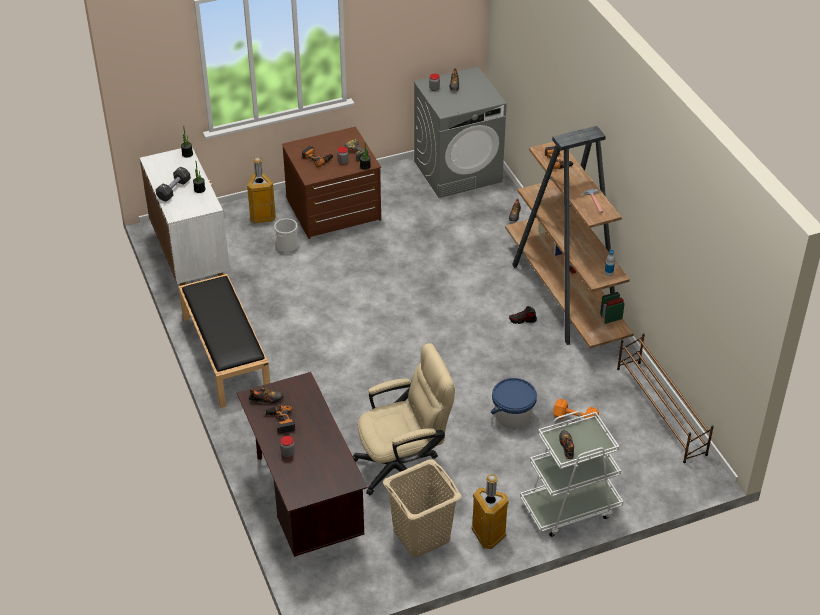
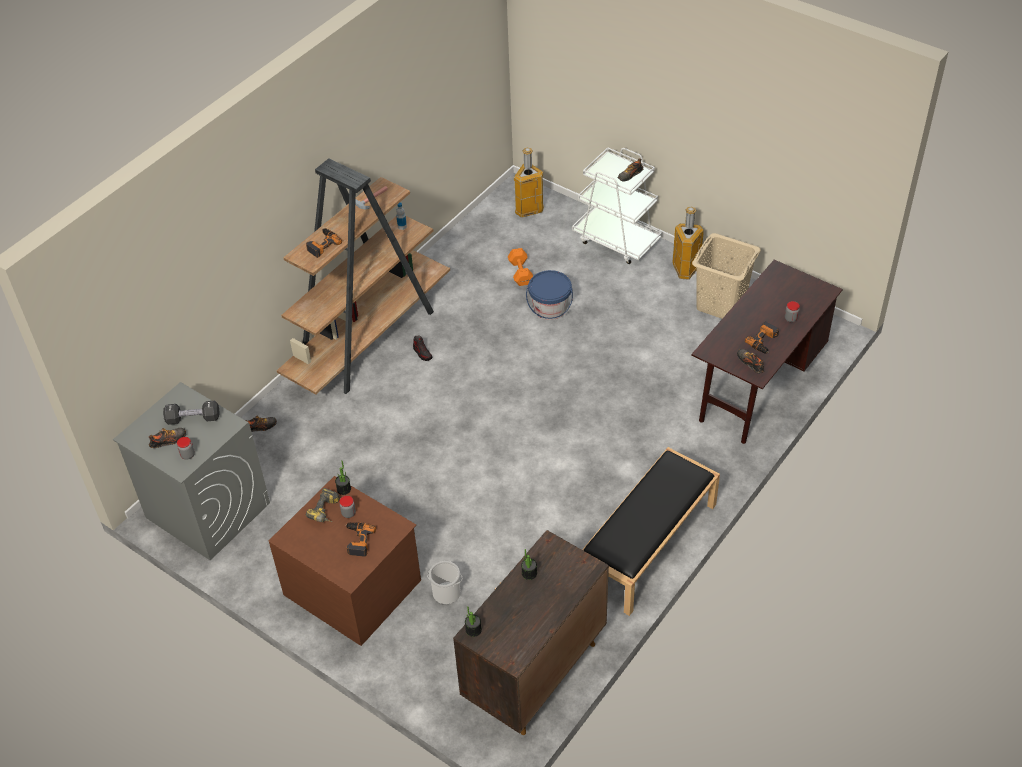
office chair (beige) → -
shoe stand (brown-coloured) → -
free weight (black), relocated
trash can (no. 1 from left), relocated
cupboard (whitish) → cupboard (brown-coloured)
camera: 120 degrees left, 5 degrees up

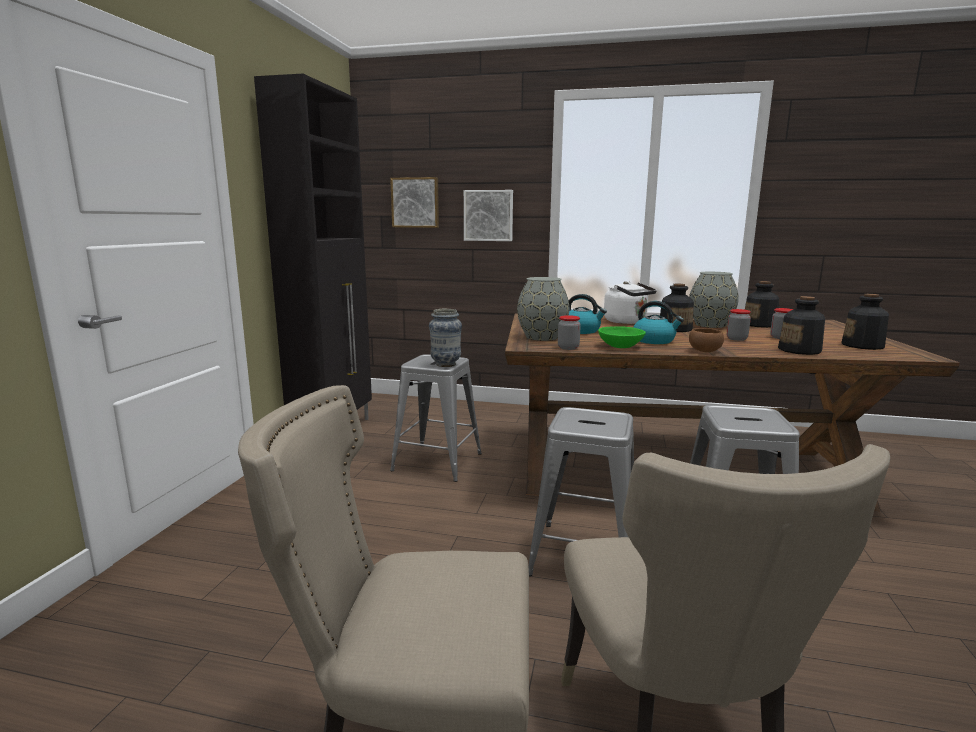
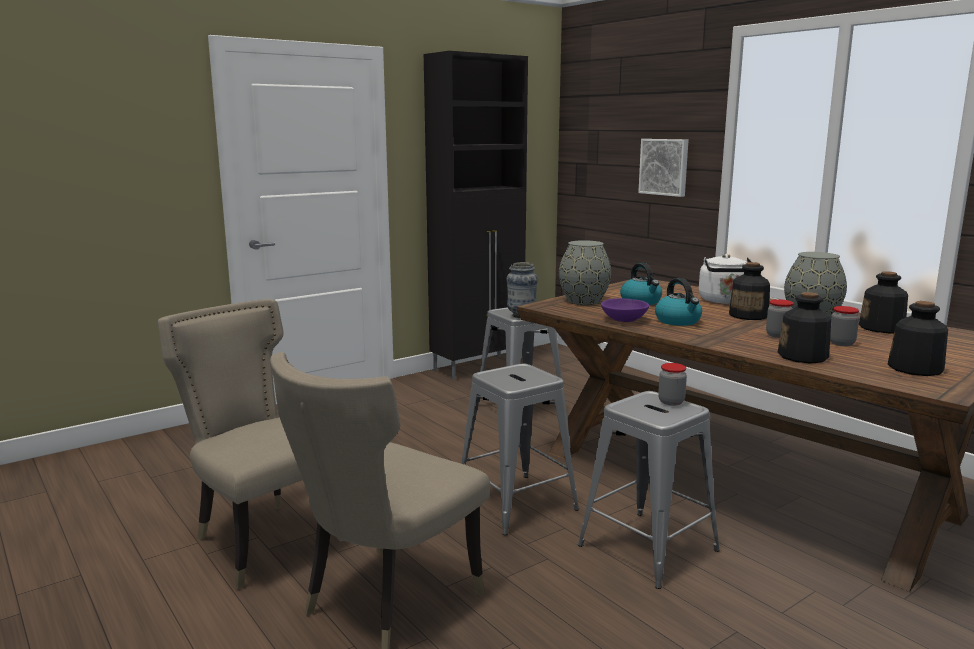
wall art (no. 1 from left) → -
bowl (brown-coloured) → -
jar (no. 1 from left), relocated
bowl (greenish) → bowl (purplish)
camera: 40 degrees right, 0 degrees up

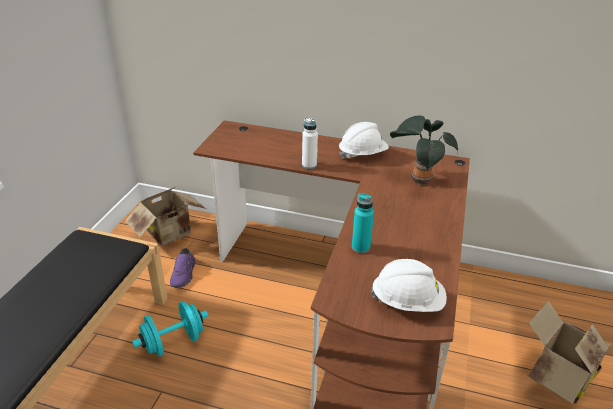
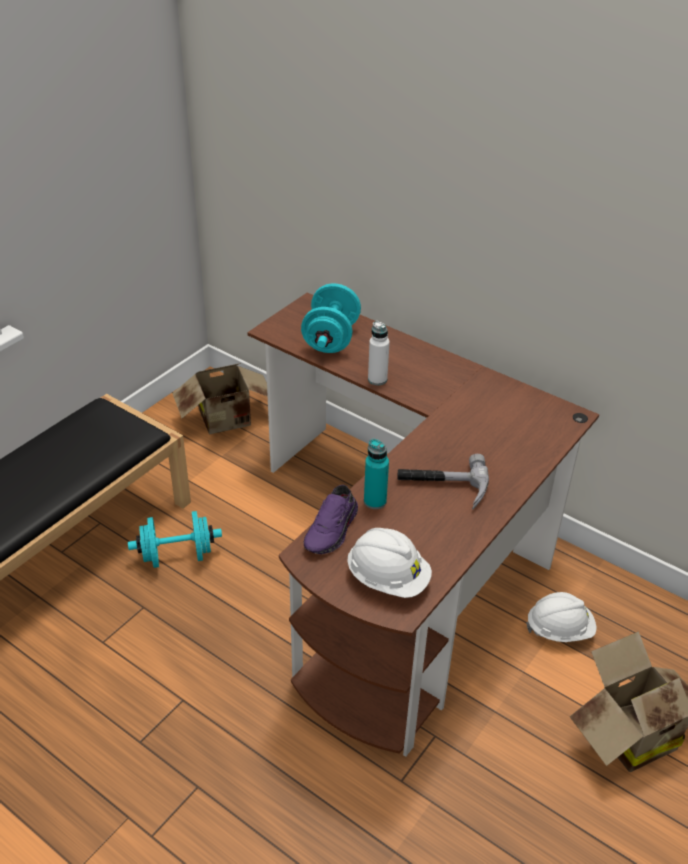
plant in a pot → -
- → free weight (turquoise) (no. 2 from left)
- → hammer
shoe (purplish), relocated
work helmet (whitish) (no. 1 from left in the first image) → work helmet (whitish) (no. 2 from left), relocated
camera: 20 degrees right, 5 degrees up

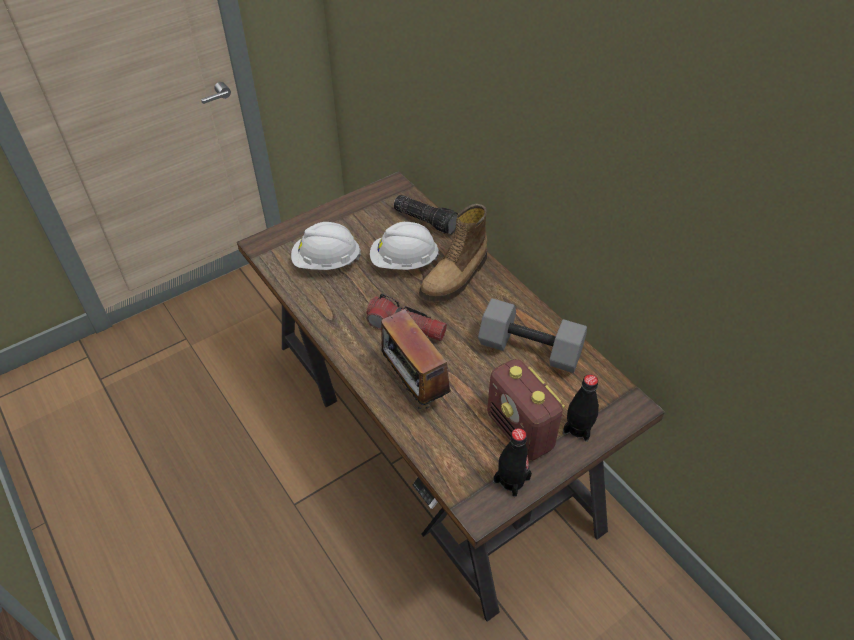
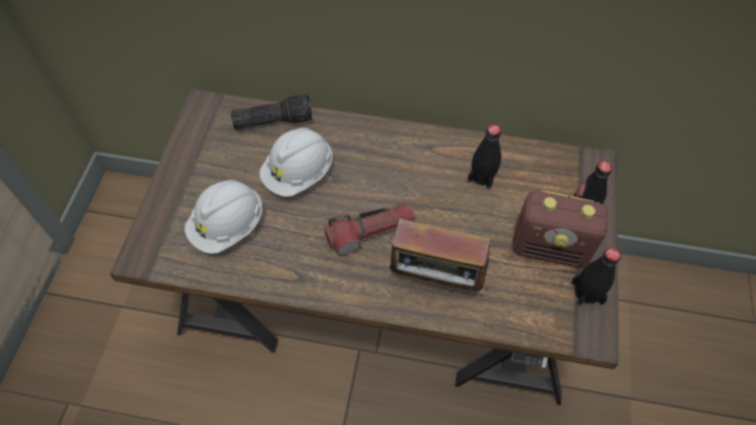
boot → -
free weight (greyish) → drink bottle (black) (no. 1 from left)
camera: 45 degrees left, 10 degrees up

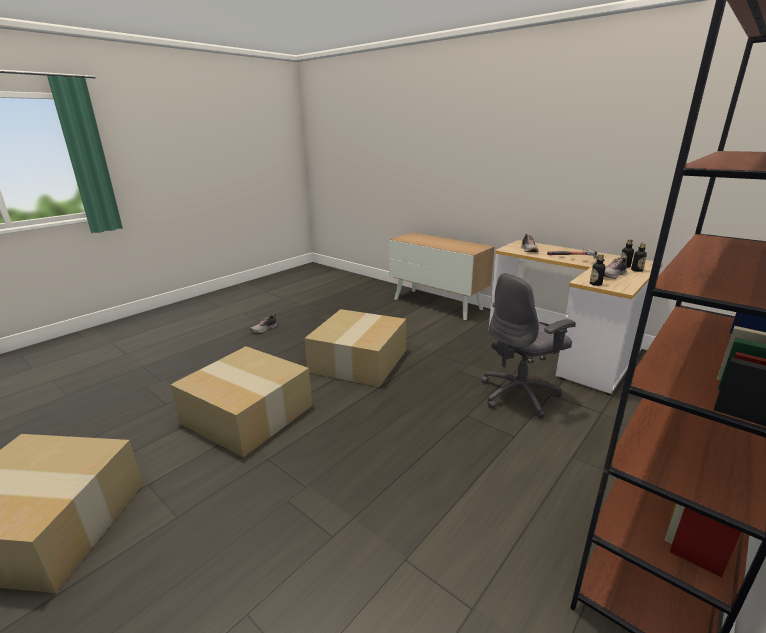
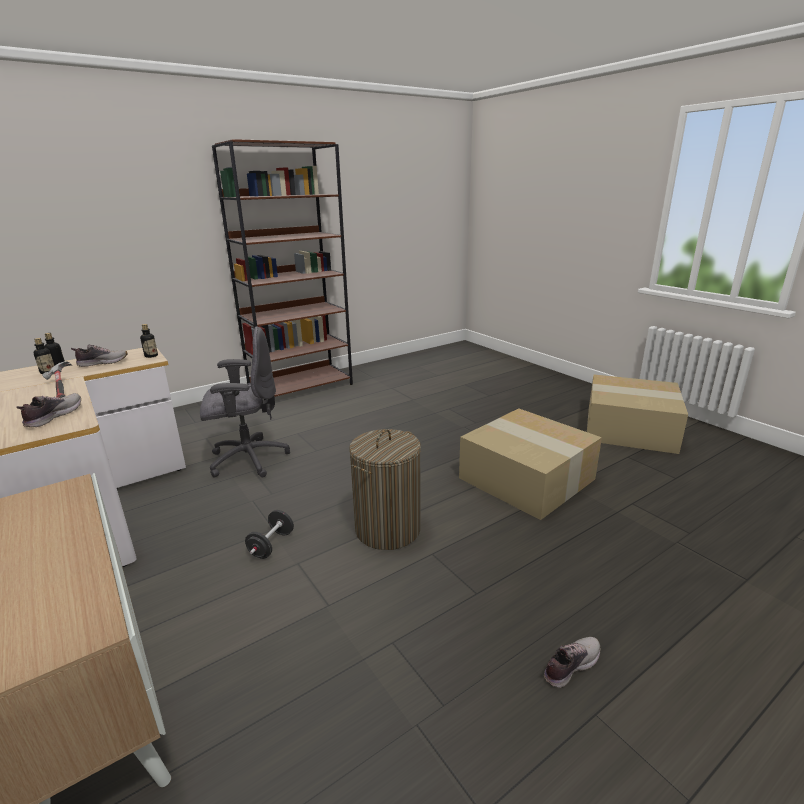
- → free weight (black)
carton (no. 3 from left) → washing basket
camera: 165 degrees left, 0 degrees up

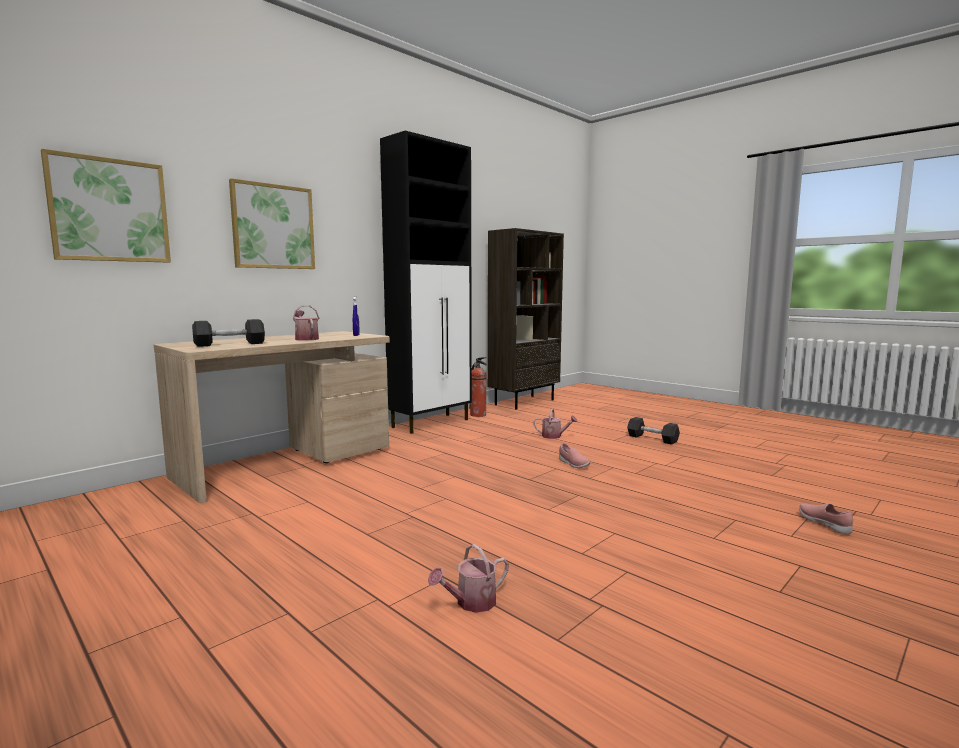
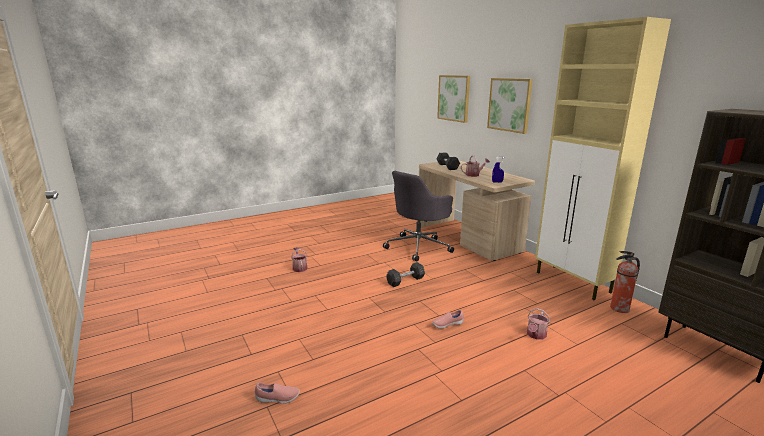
- → office chair (greyish)
free weight (greyish) (no. 2 from left in the first image) → free weight (greyish) (no. 1 from left), relocated
cupboard (black) → cupboard (beige)
camera: 105 degrees right, 10 degrees up

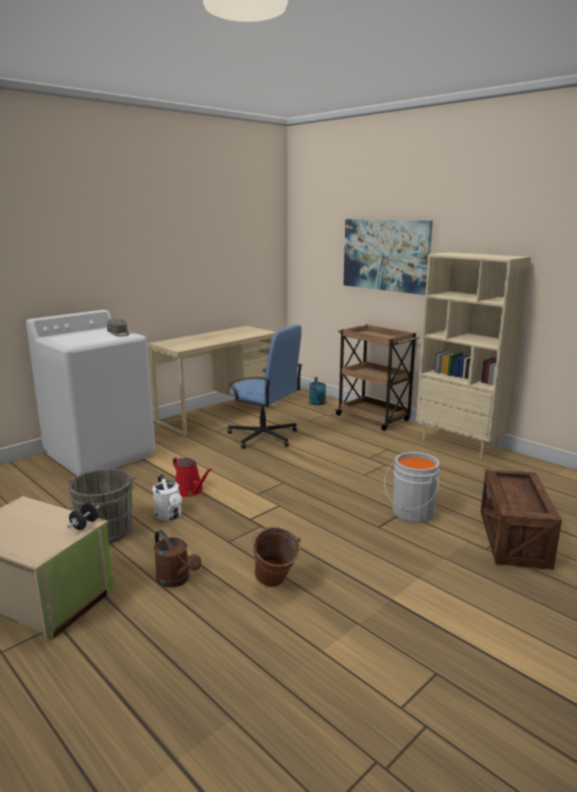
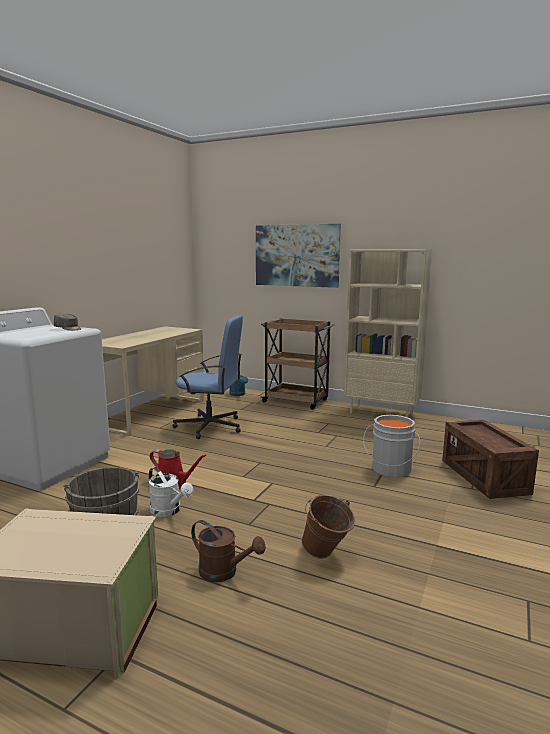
free weight (black) → -
camera: 20 degrees left, 5 degrees down

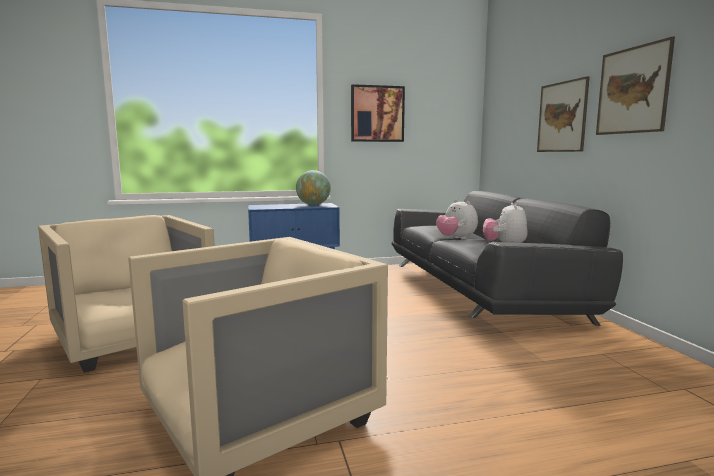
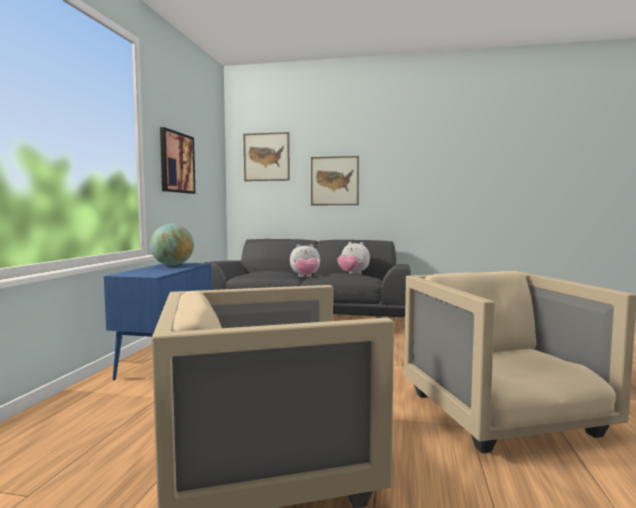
wall art (no. 3 from left in the first image) → wall art (no. 2 from left), relocated
camera: 65 degrees left, 5 degrees down

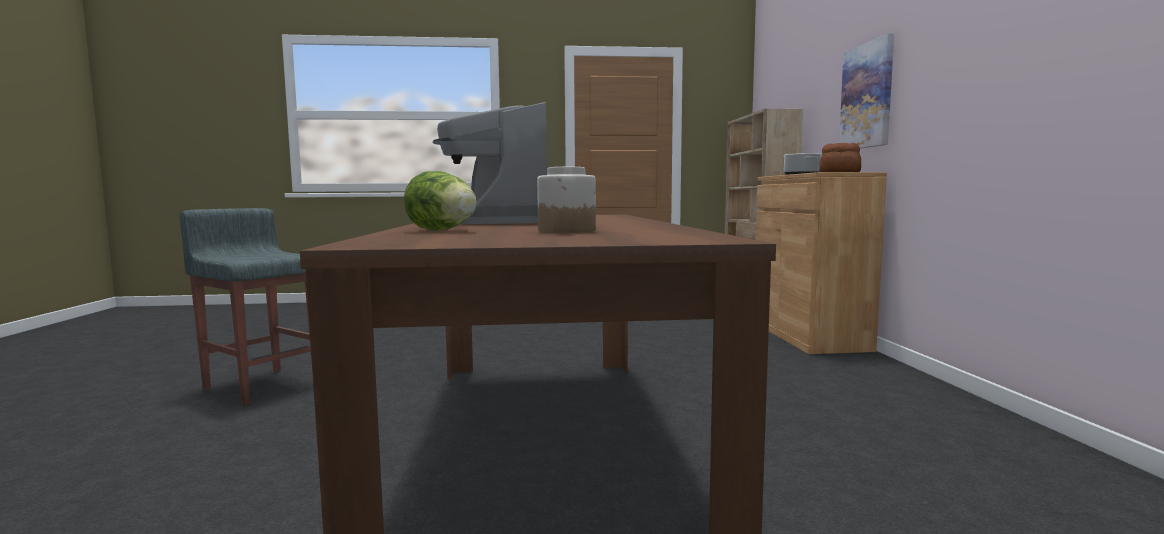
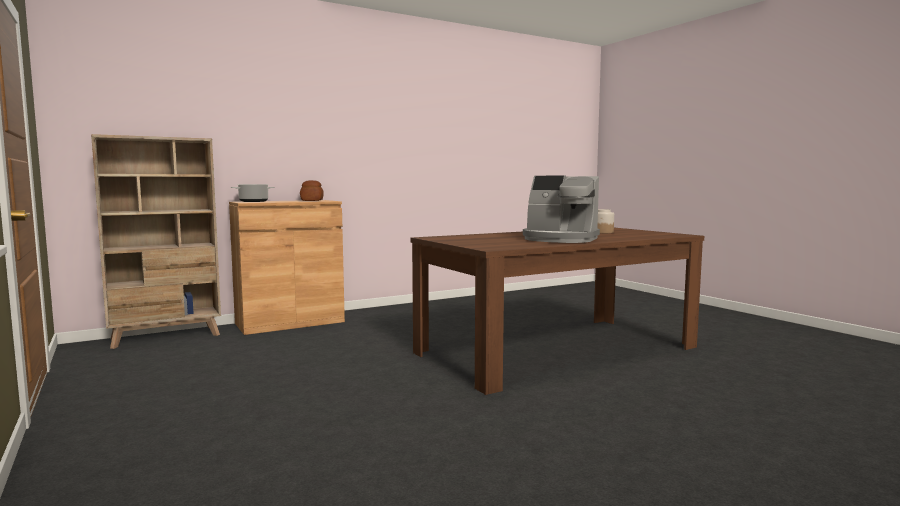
sitting stool (greyish) → -
lettuce → -
wall art → -
coffee maker, 60 degrees clockwise
camera: 115 degrees left, 0 degrees up

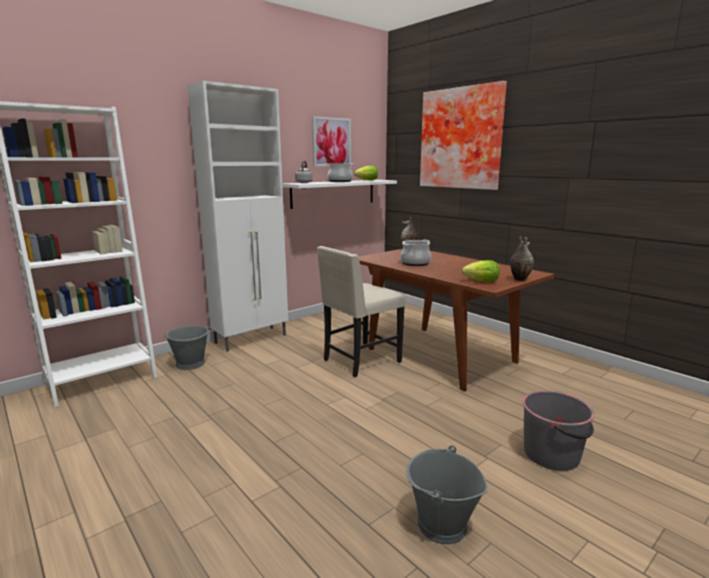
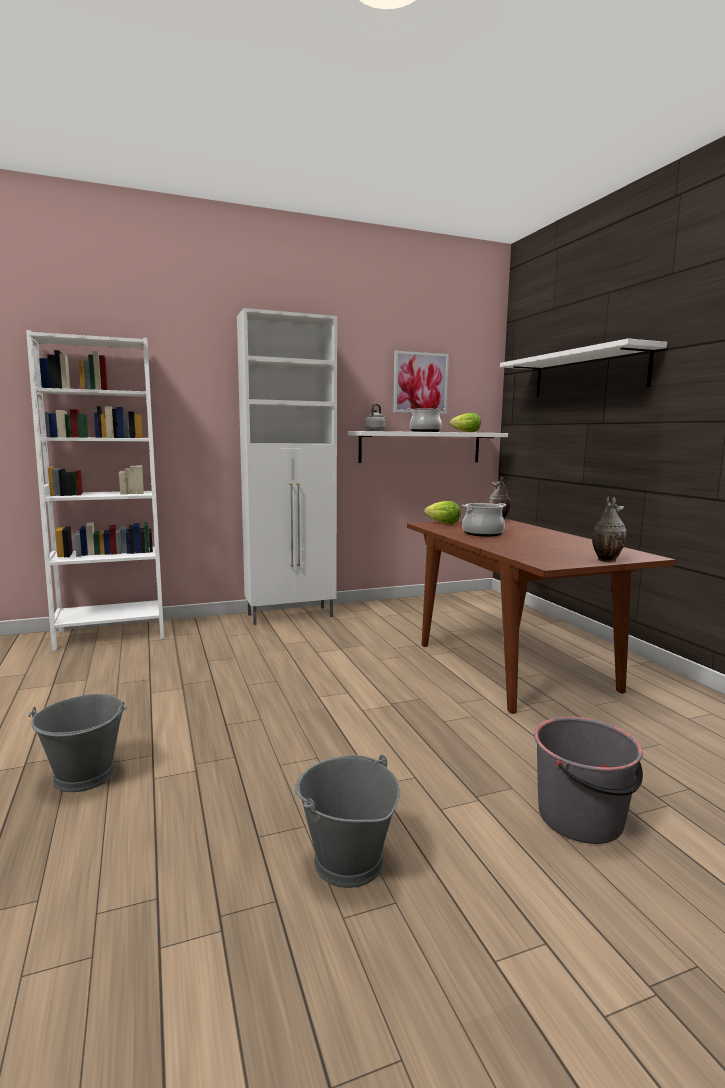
chair (beige) → -
water bucket (greyish) (no. 1 from left), relocated
lettuce (no. 2 from left in the first image) → lettuce (no. 1 from left), relocated
wall art (no. 2 from left) → wall shelf (whitish) (no. 2 from left)
camera: 20 degrees right, 5 degrees down

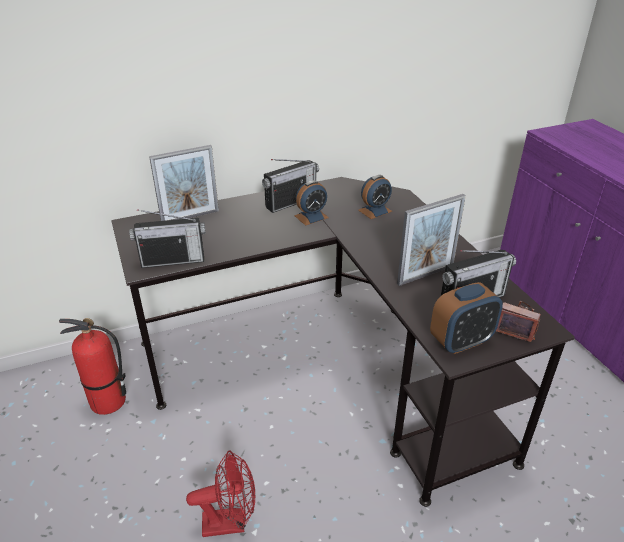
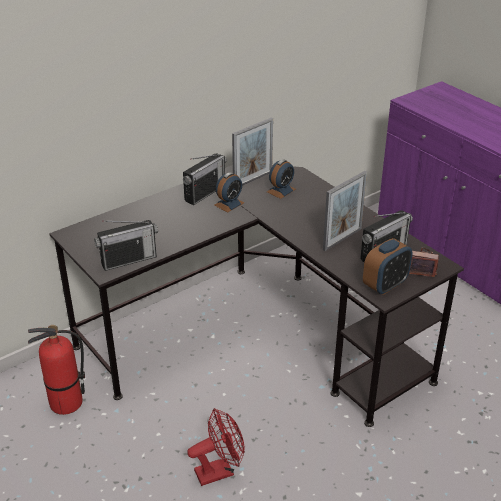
standing frame (no. 1 from left), relocated
camera: 15 degrees left, 0 degrees up

